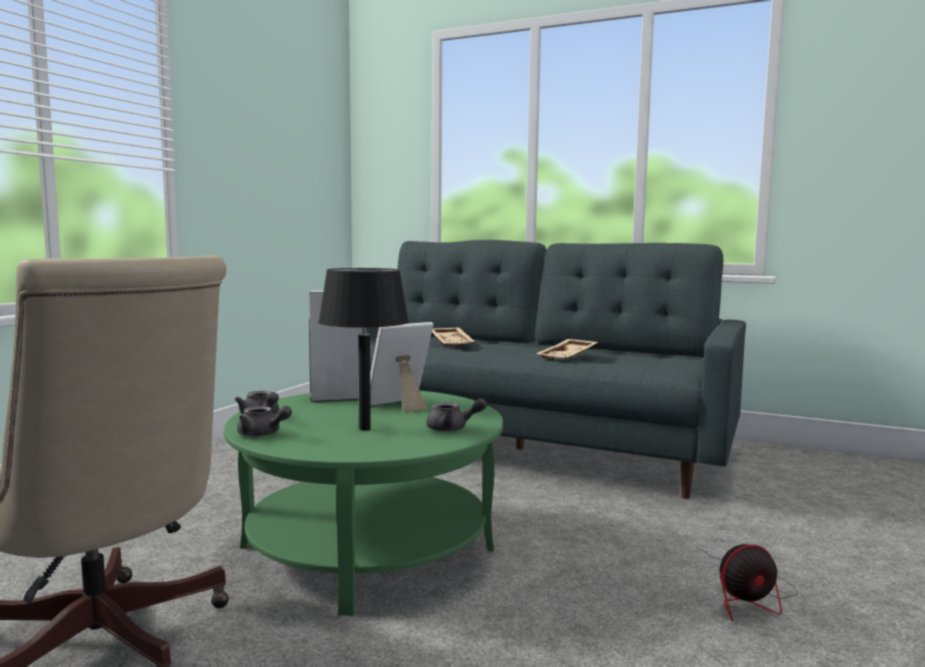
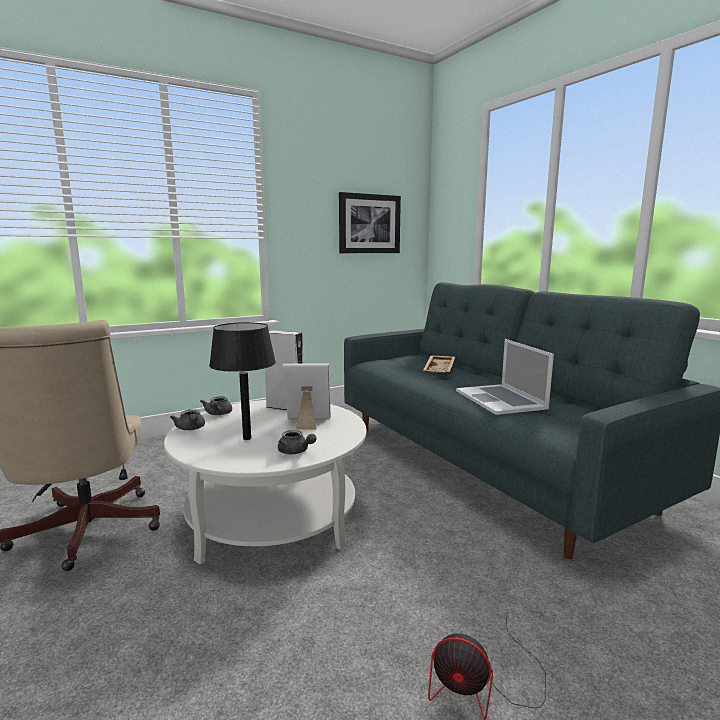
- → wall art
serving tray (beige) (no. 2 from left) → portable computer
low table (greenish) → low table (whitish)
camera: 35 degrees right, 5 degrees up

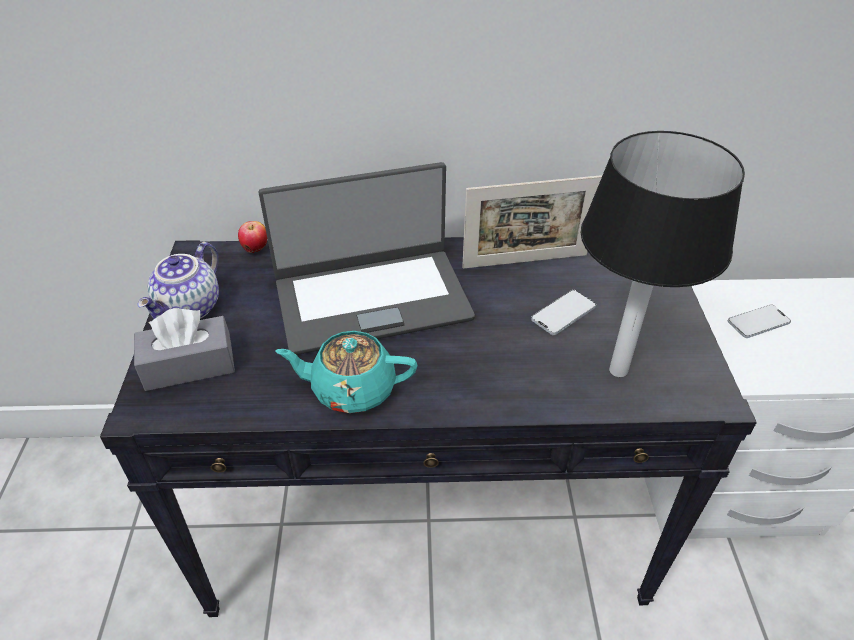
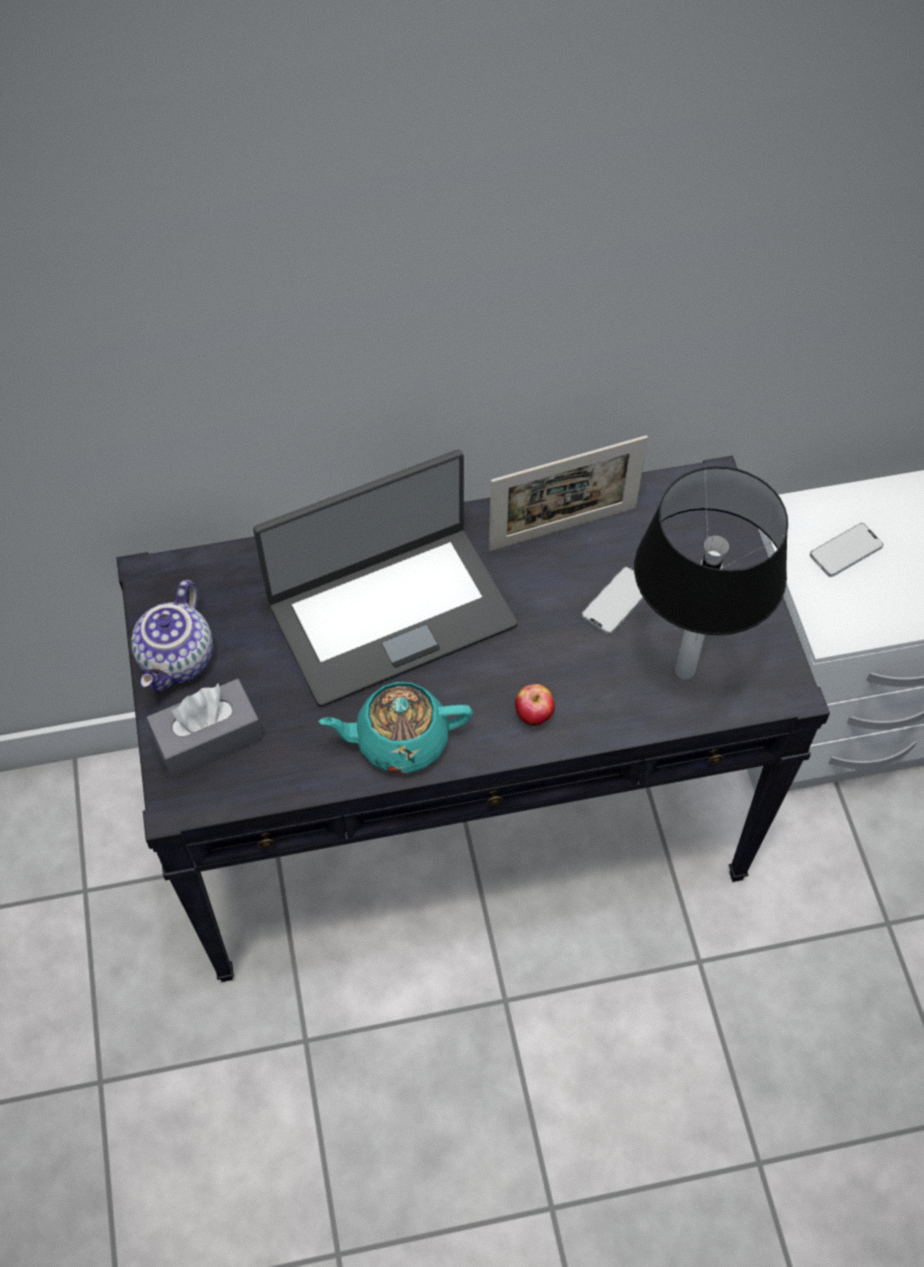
apple, relocated
camera: 10 degrees left, 15 degrees up

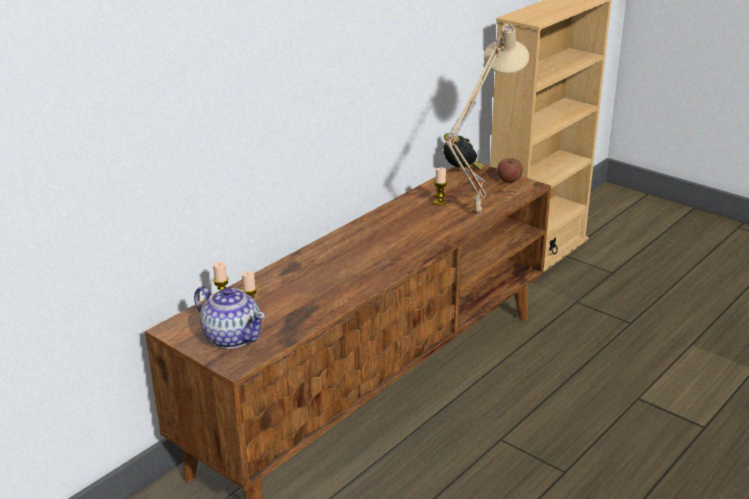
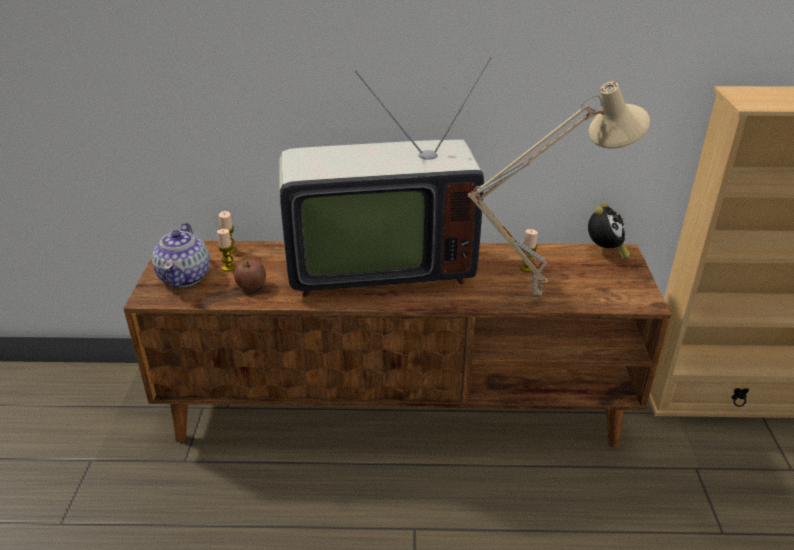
- → television
apple, relocated
camera: 50 degrees right, 5 degrees up

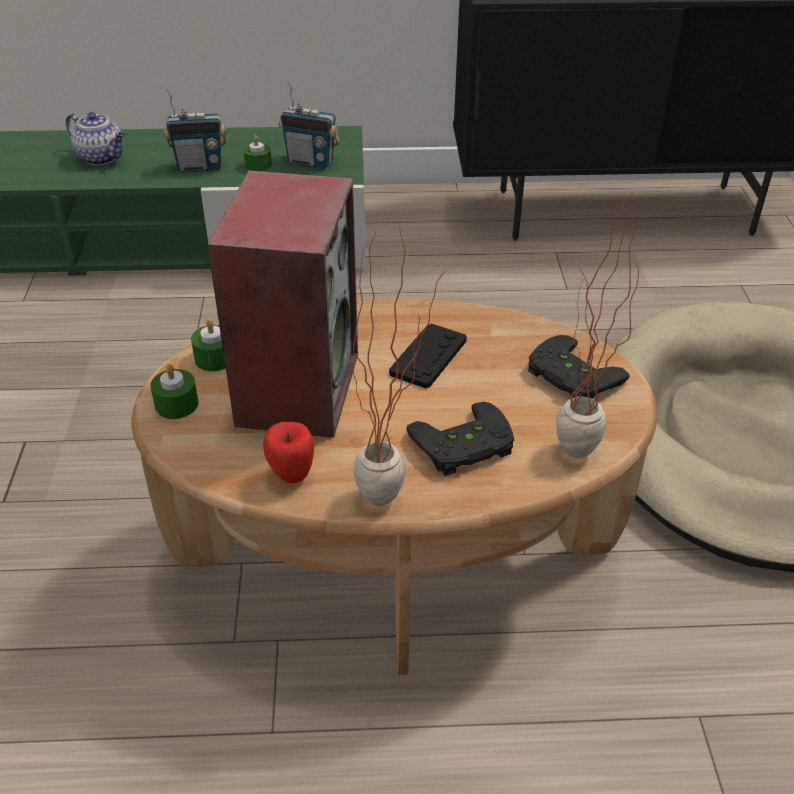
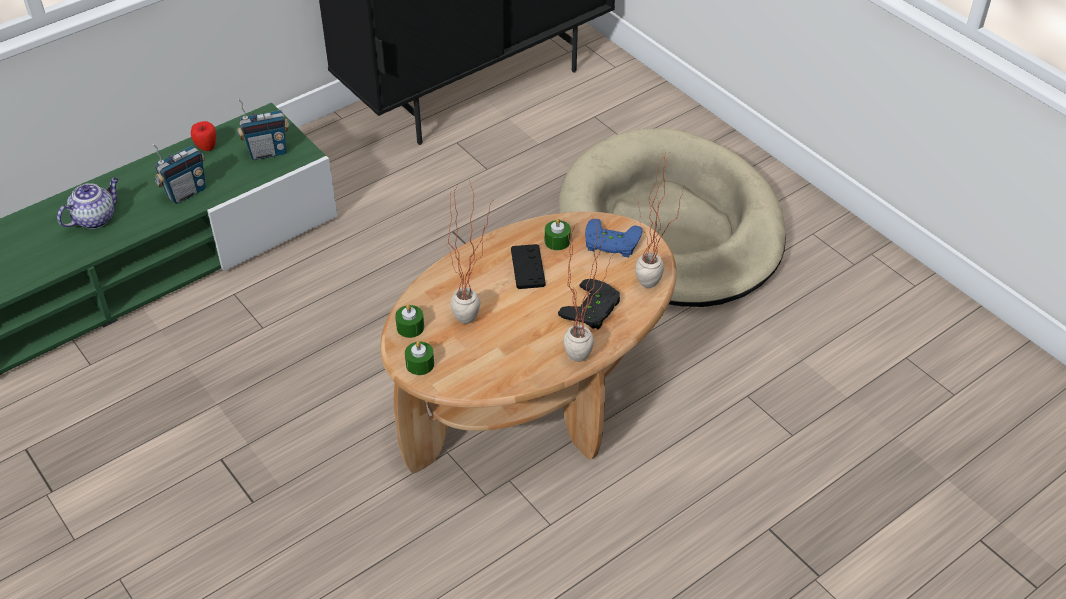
wax light (greenish) (no. 3 from left), relocated
apple, relocated
loudspeaker → plant in a pot (no. 1 from left)
game controller (black) (no. 3 from left) → game controller (blue)
teapot, 45 degrees counterclockwise
camera: 35 degrees left, 5 degrees up

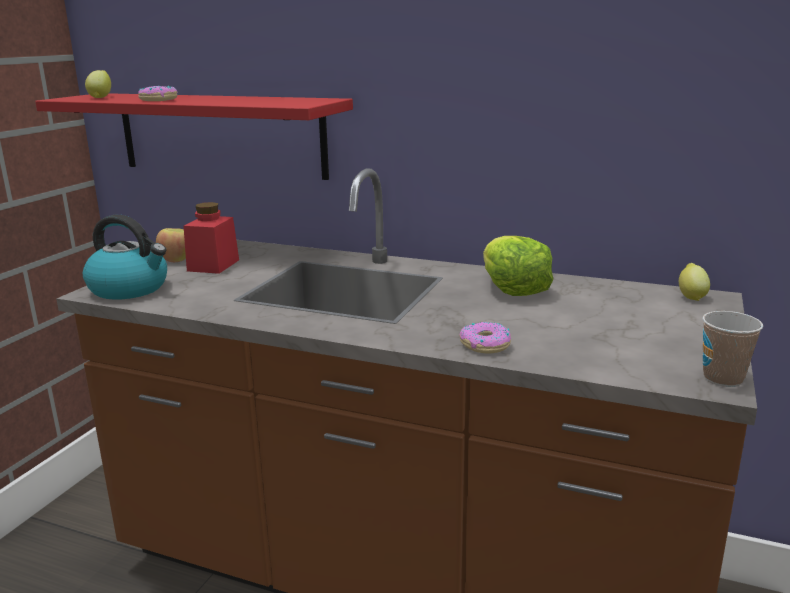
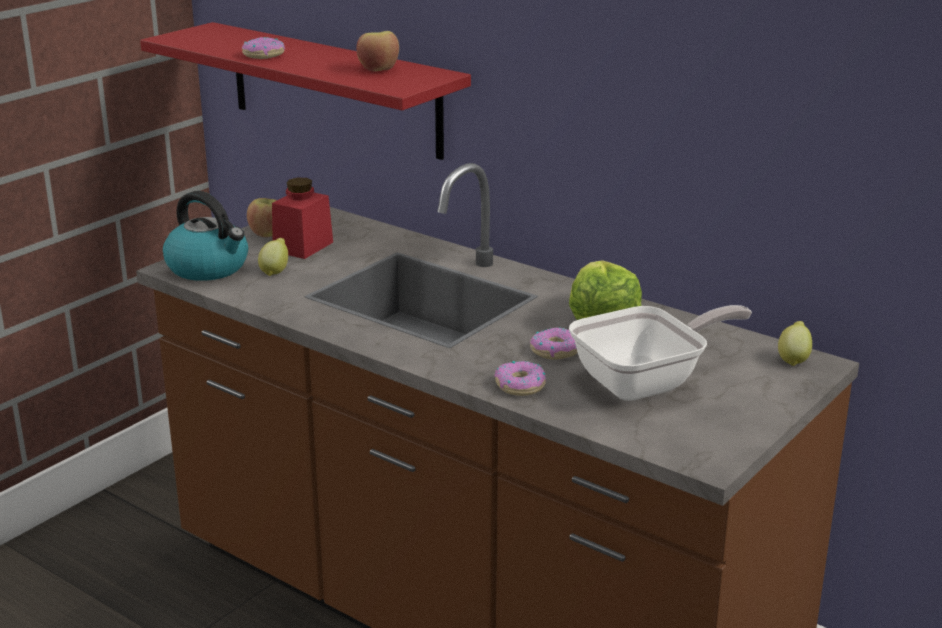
small cup → -
- → apple (no. 2 from left)
- → donut (no. 3 from left)
- → skillet
whole lemon (no. 1 from left), relocated
camera: 15 degrees right, 5 degrees up

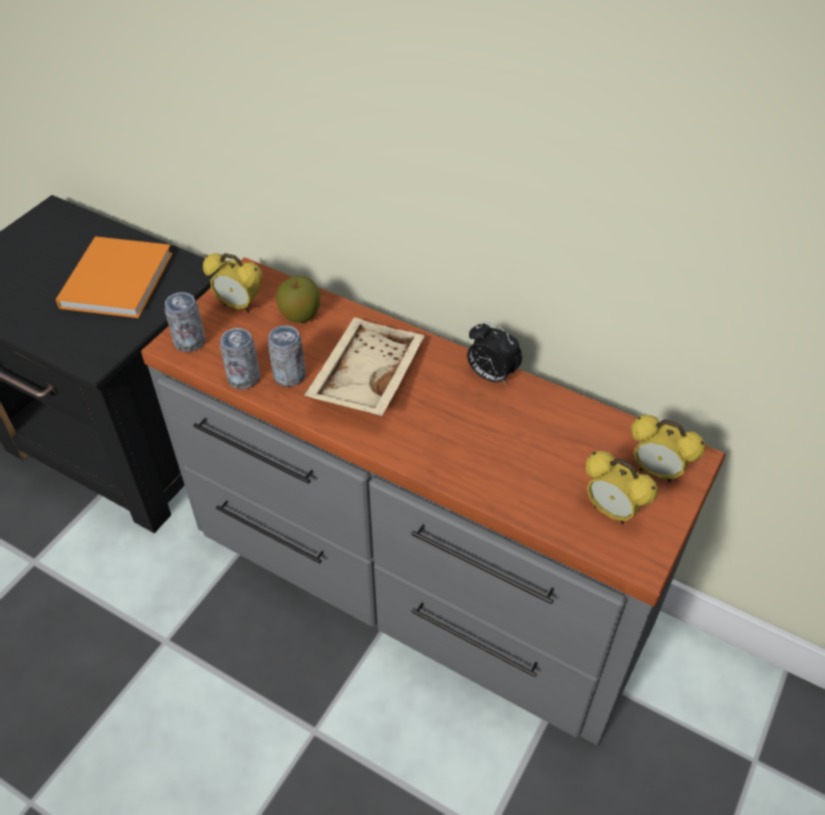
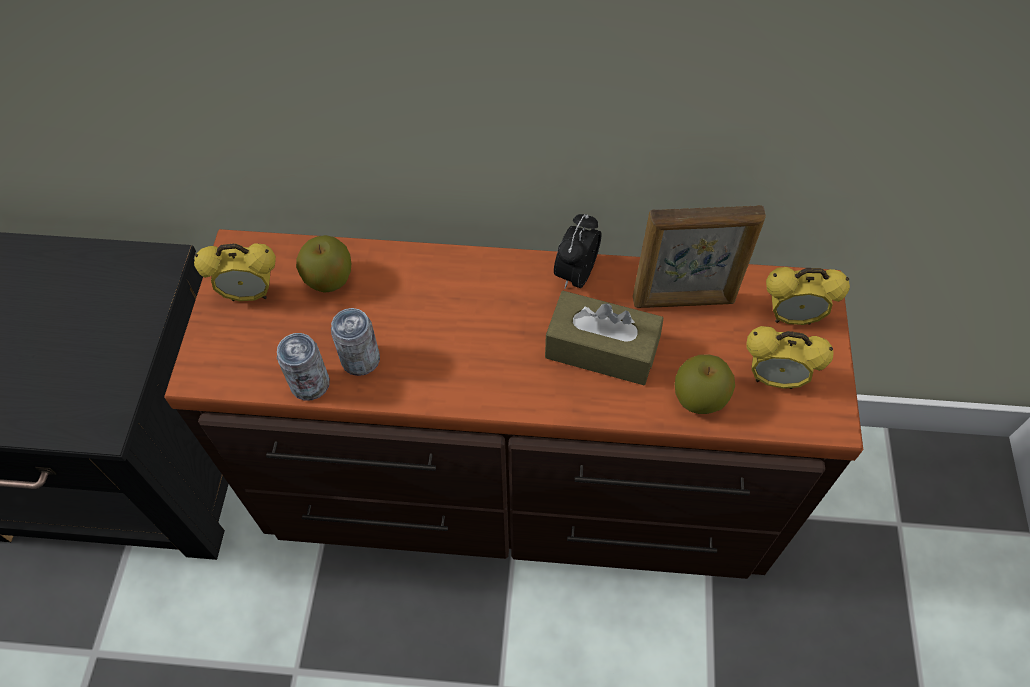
volume (orange) → -
can (no. 1 from left) → -
serving tray (beige) → -
- → box of tissues (brown-coloured)
- → standing frame
- → apple (no. 2 from left)
drawer chest (greyish) → drawer chest (brown-coloured)
alarm clock (no. 2 from left), 105 degrees clockwise
camera: 25 degrees left, 10 degrees up

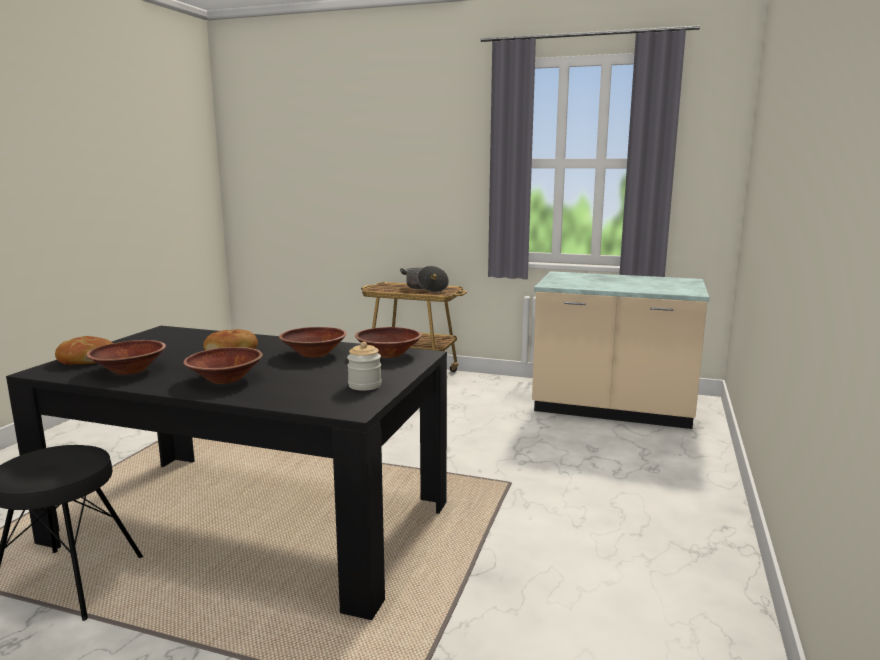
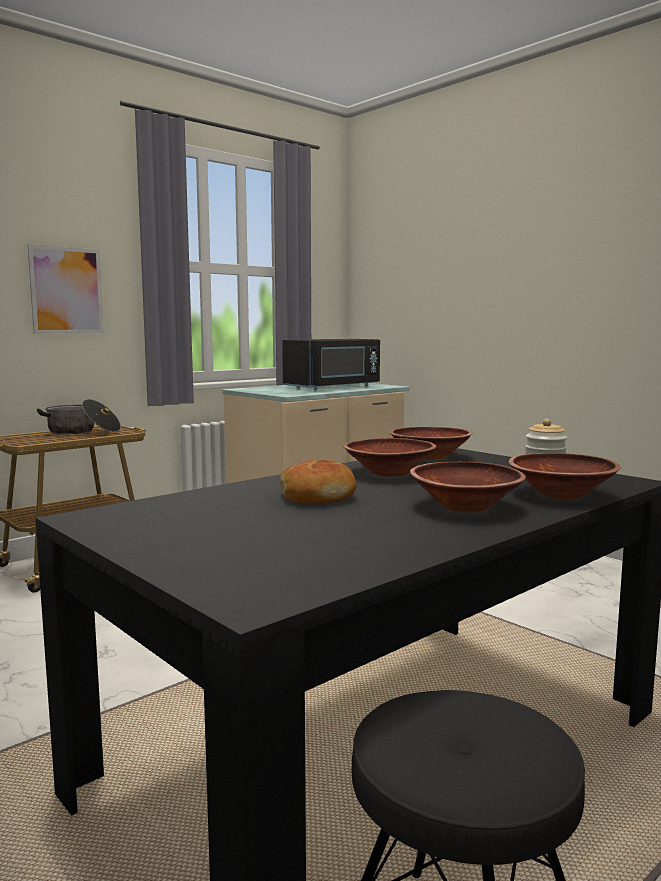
bread (no. 1 from left) → -
- → wall art
- → kitchen microwave (black)
bowl (brown-coloured) (no. 1 from left in the first image) → bowl (brown-coloured) (no. 4 from left), relocated
camera: 60 degrees left, 5 degrees down

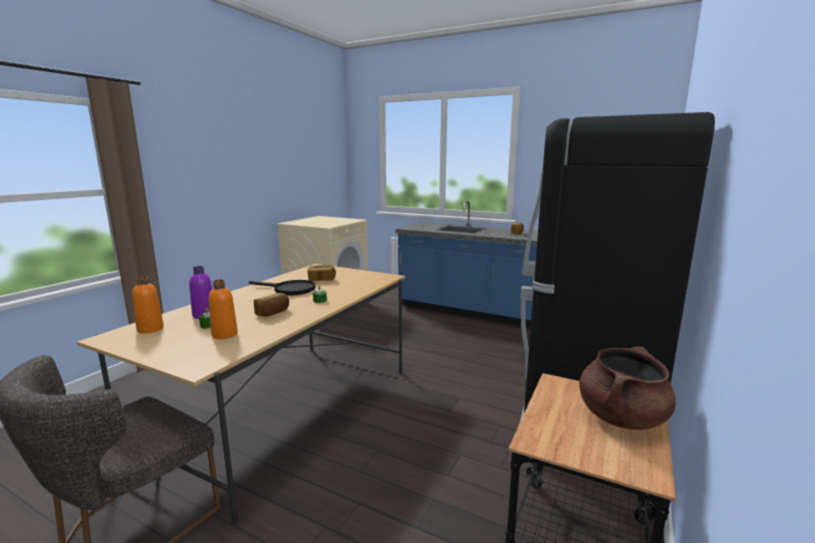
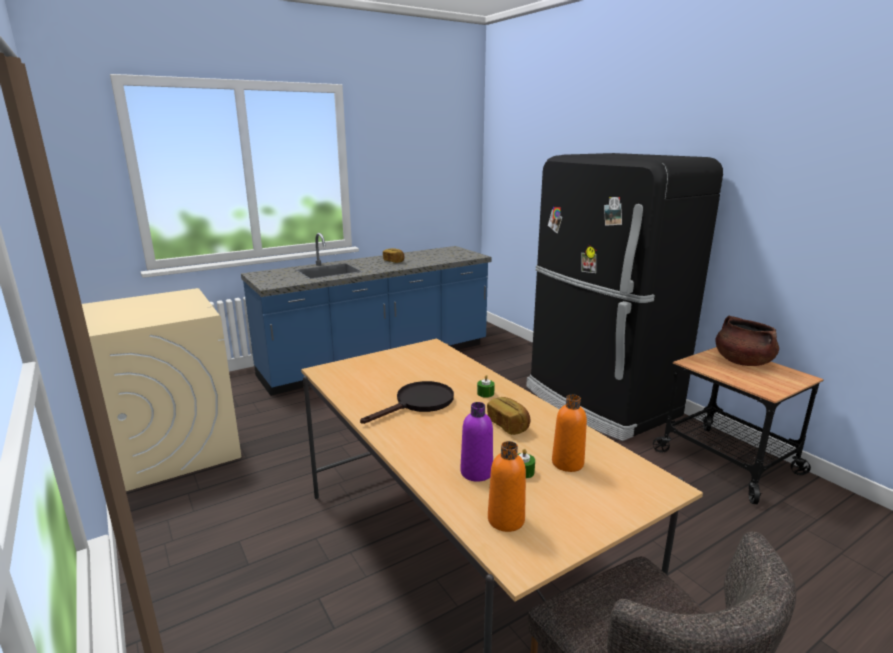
bread (no. 2 from left) → -
camera: 60 degrees left, 5 degrees up

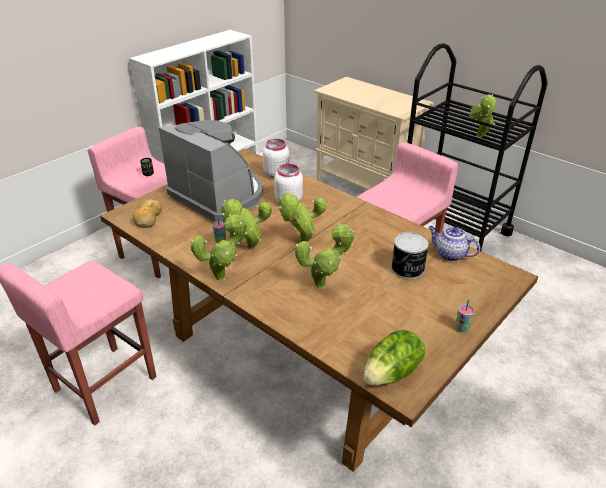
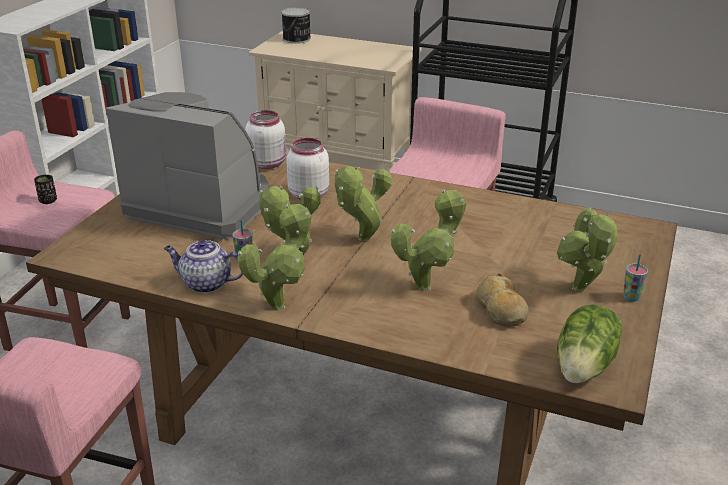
bread, relocated
can, relocated
teapot, relocated
plant in a pot (no. 5 from left), relocated
camera: 20 degrees left, 5 degrees down

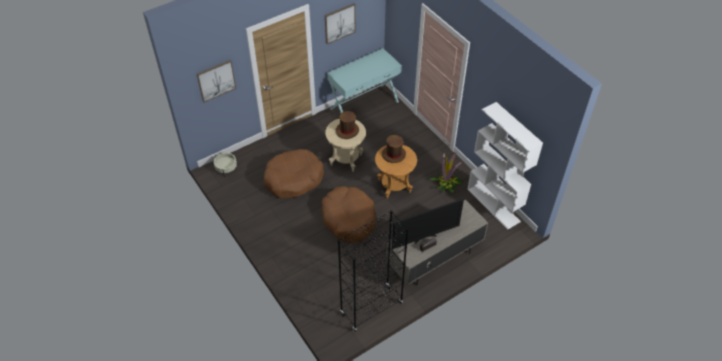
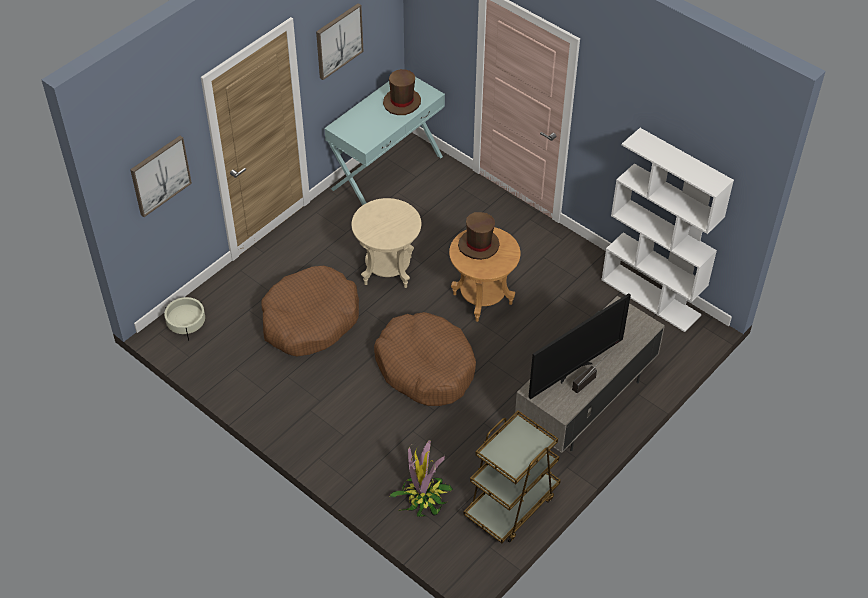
wearable hat (brown-coloured) (no. 1 from left), relocated
plant in a pot, relocated
bookcase (black) → cart (brown-coloured)
camera: 15 degrees left, 0 degrees up

